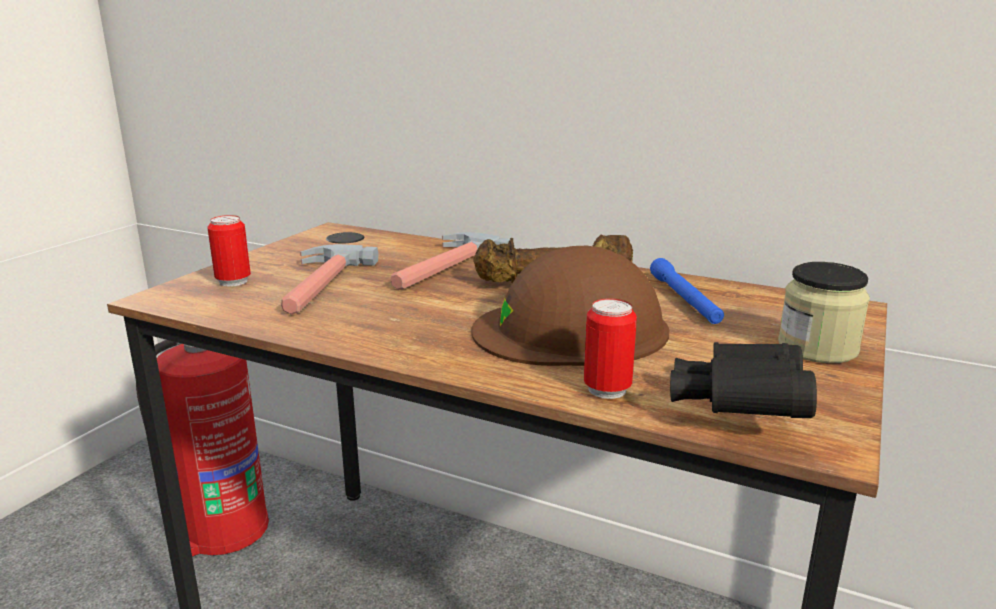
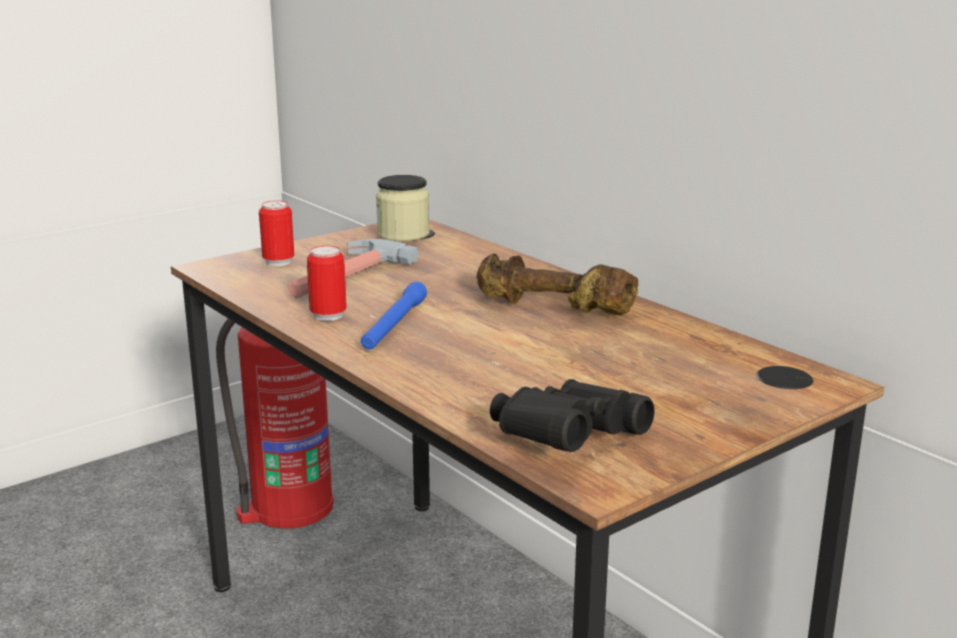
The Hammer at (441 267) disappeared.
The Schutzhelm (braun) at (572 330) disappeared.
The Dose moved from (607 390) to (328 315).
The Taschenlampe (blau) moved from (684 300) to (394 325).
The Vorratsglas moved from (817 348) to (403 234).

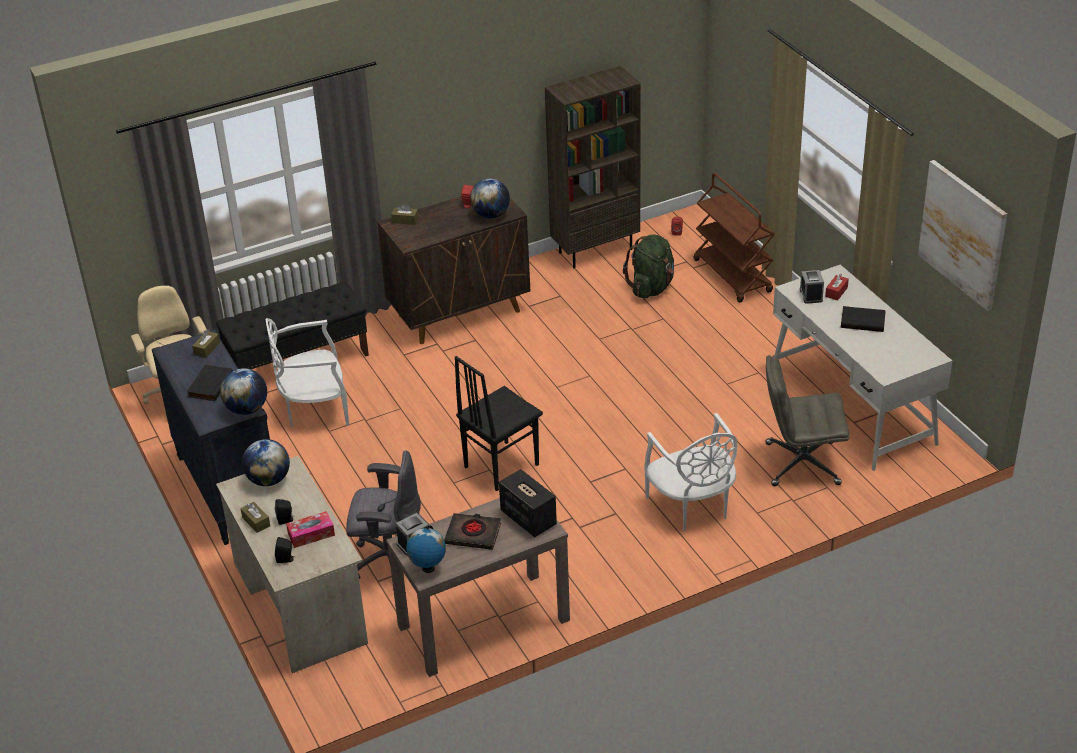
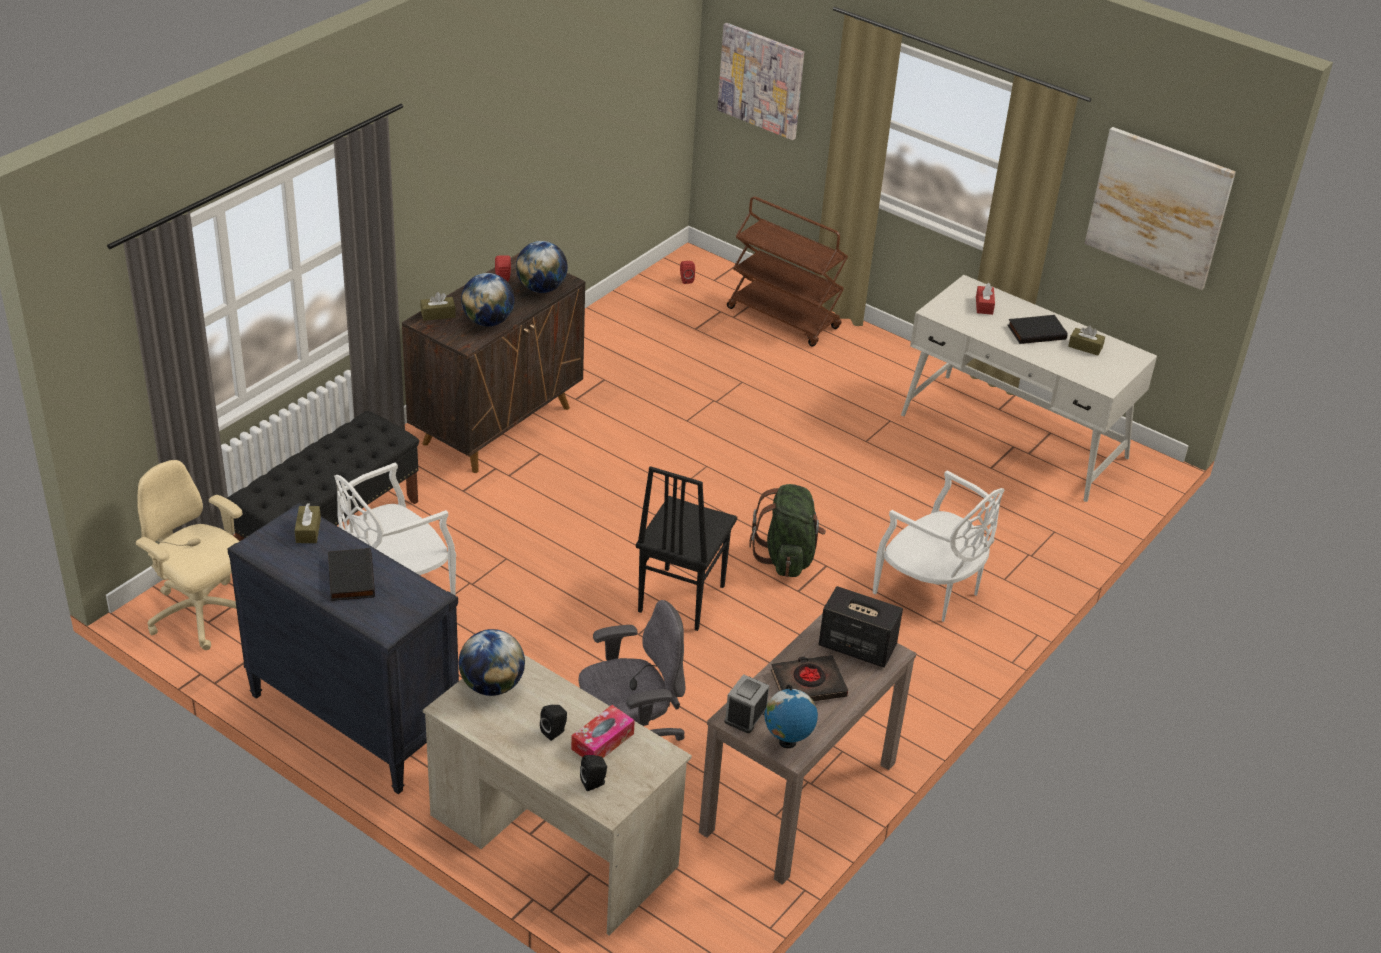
The Bücherregal (braun) at (595 250) disappeared.
The Bürostuhl (grau) at (801 464) disappeared.
The Wecker at (811 295) disappeared.
The Bild at (761 80) appeared.
The Globus moved from (247 409) to (488 321).
The Taschentuchbox (braun) moved from (256 522) to (1085 347).
The Rucksack (grün) moved from (651 288) to (787 557).

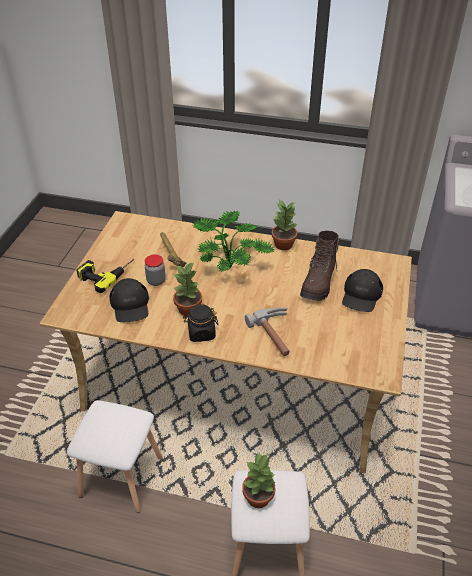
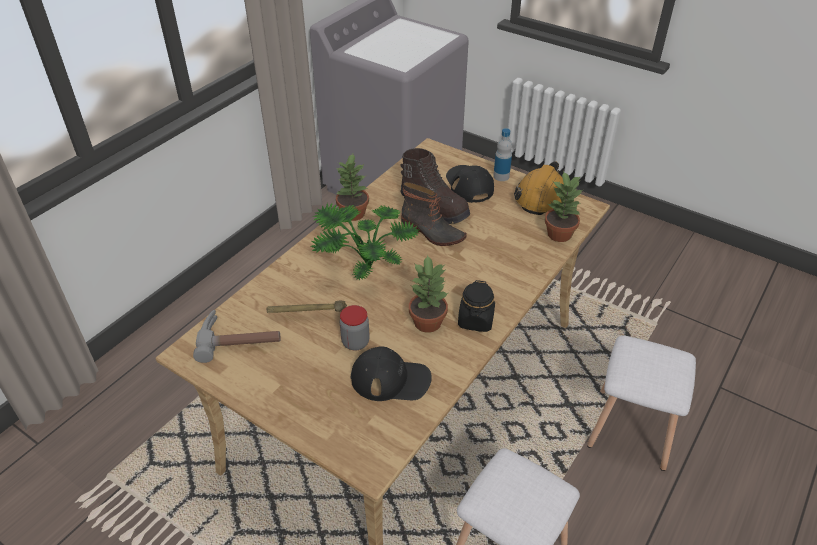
The Bohrmaschine at (106 273) disappeared.
The Stiefel at (432 233) appeared.
The Flasche at (501 176) appeared.
The Schutzhelm (orange) at (541 197) appeared.
The Topfpflanze moved from (259 497) to (559 234).
The Hammer moved from (277 335) to (240 338).
The Kappe (schwarz) at (361 295) turned 150 degrees counterclockwise.

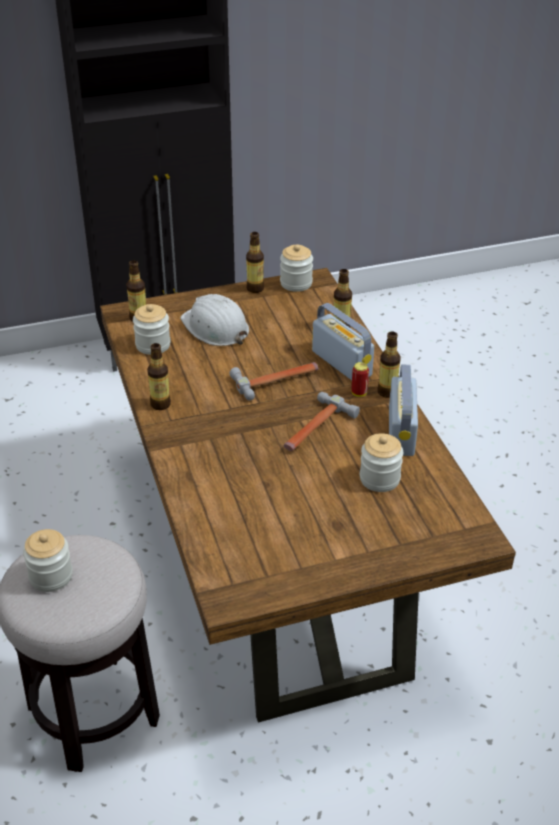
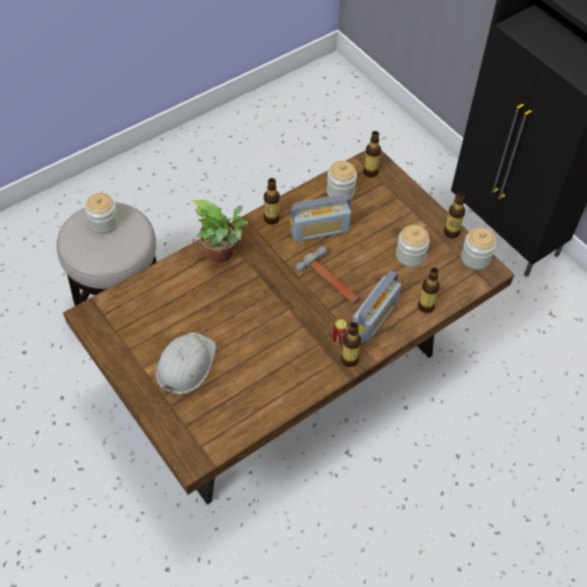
The Hammer at (315 429) disappeared.
The Topfpflanze at (223 254) appeared.
The Schutzhelm (weiß) moved from (215 327) to (185 365).
The Vorratsglas moved from (379 479) to (410 255).
The Radio moved from (401 431) to (319 230).

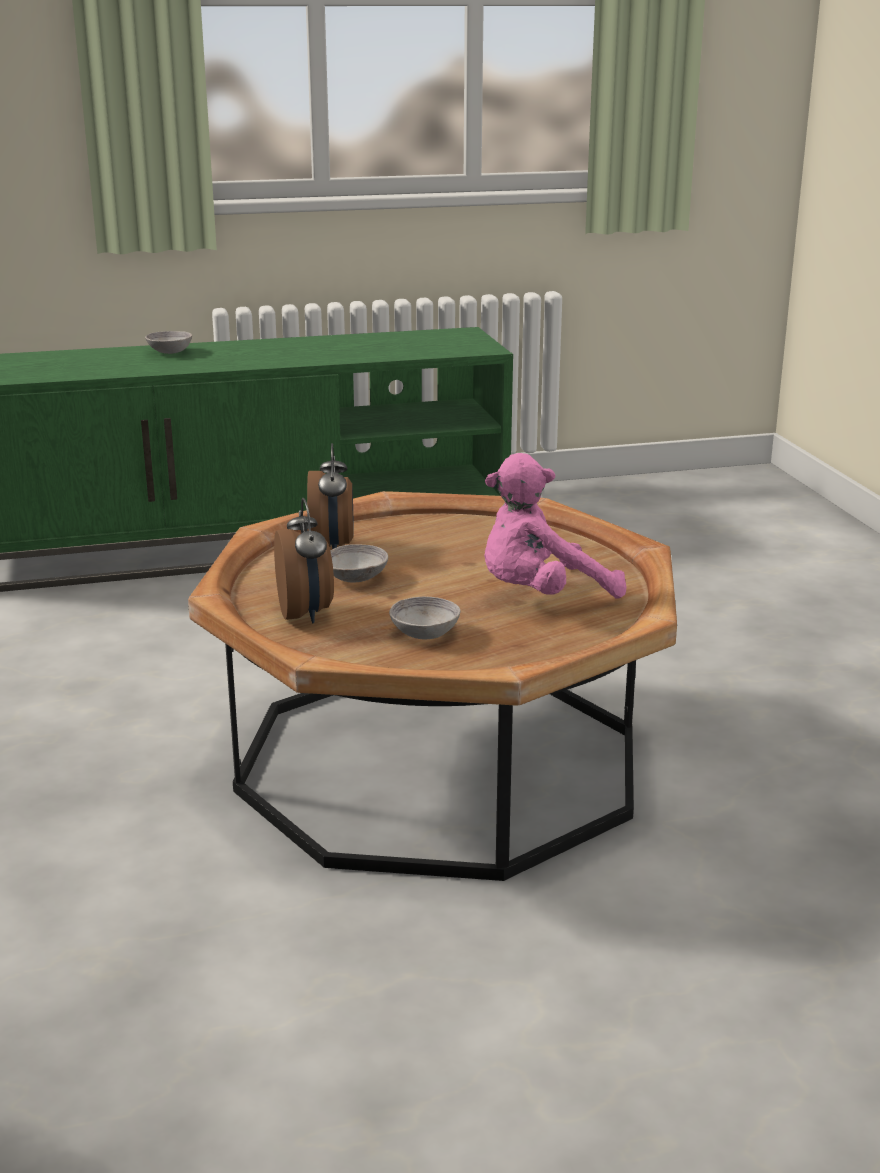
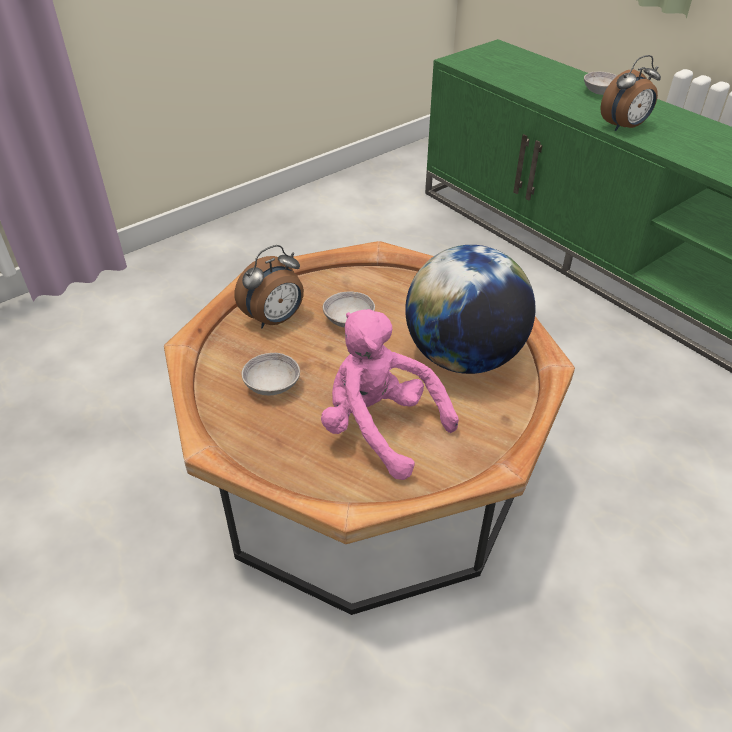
The Globus at (463 356) appeared.
The Wecker moved from (332 548) to (624 127).

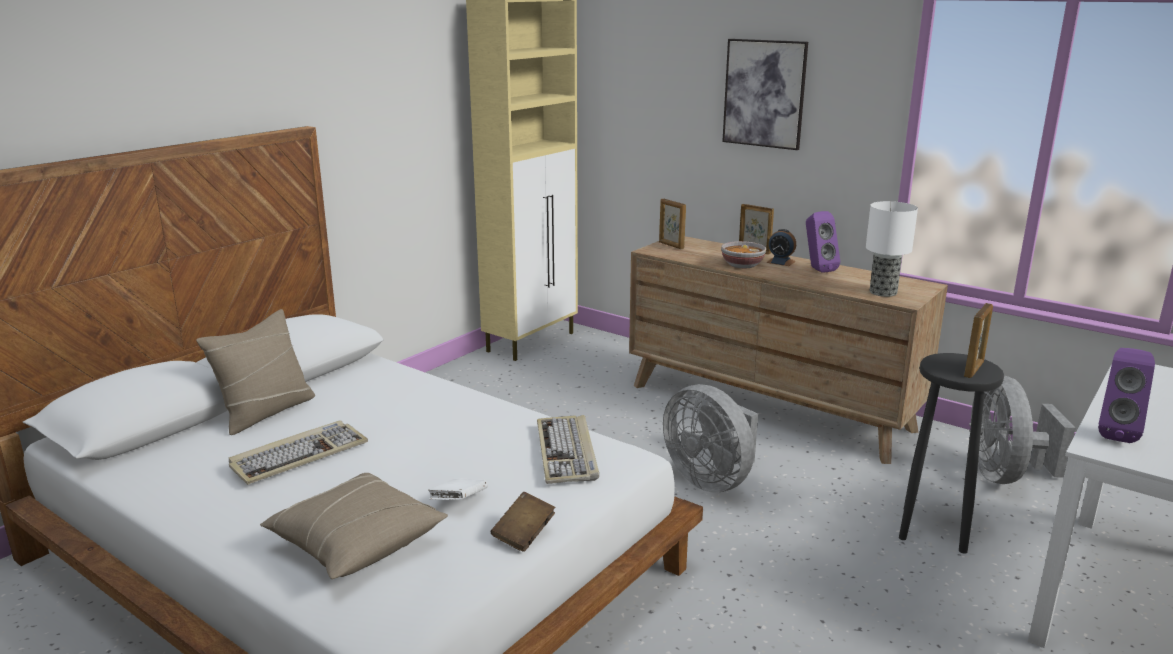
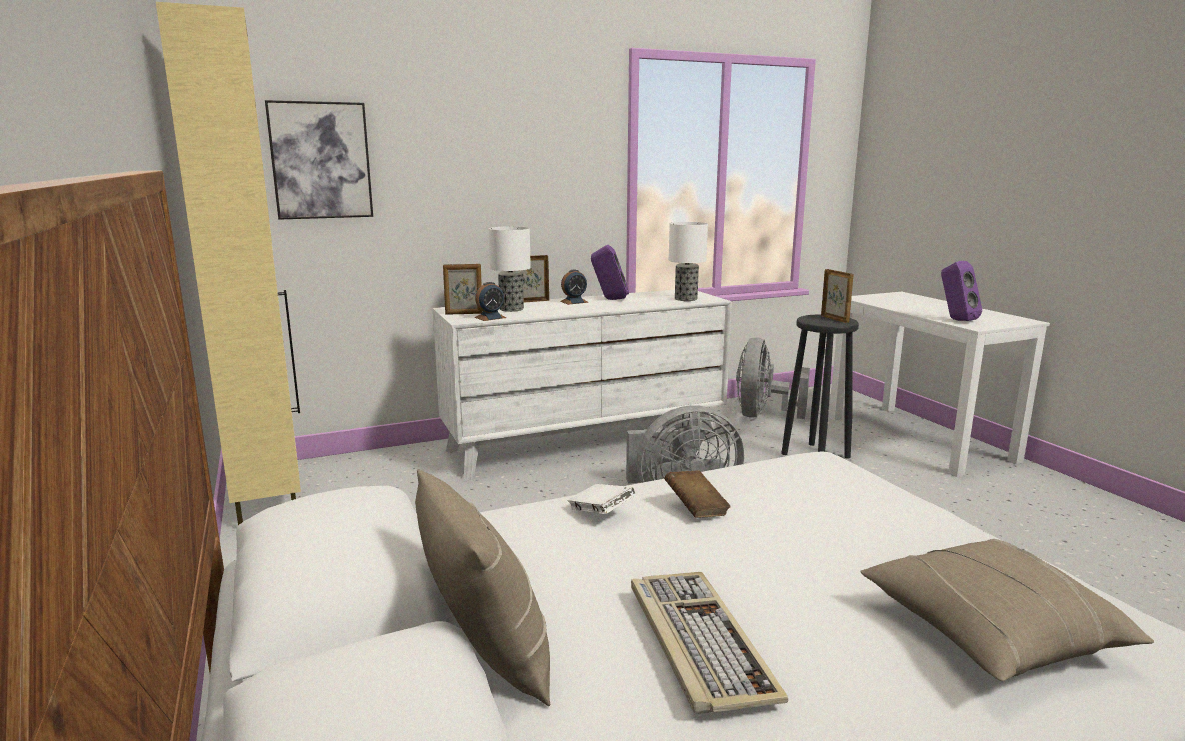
The Tastatur at (567 453) disappeared.
The Schüssel at (742 265) disappeared.
The Wecker at (490 317) appeared.
The Tischlampe at (510 309) appeared.
The Buch (weiß) moved from (459 502) to (600 513).
The Buch (braun) moved from (524 534) to (696 508).
The Bild moved from (764 93) to (321 160).
The Kommode (braun) at (769 407) became the Kommode (weiß) at (586 444).
The Ventilator (grau) at (1004 474) turned 75 degrees clockwise.

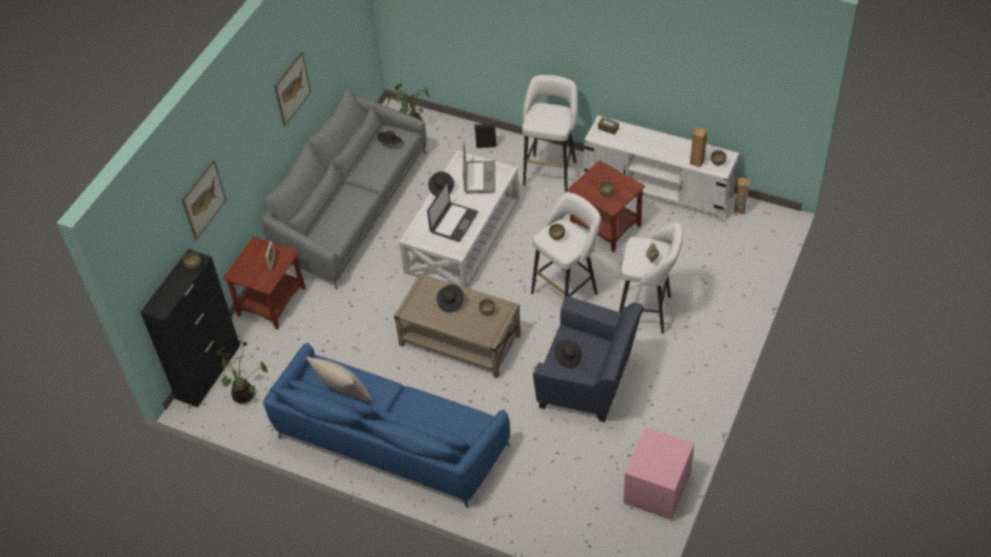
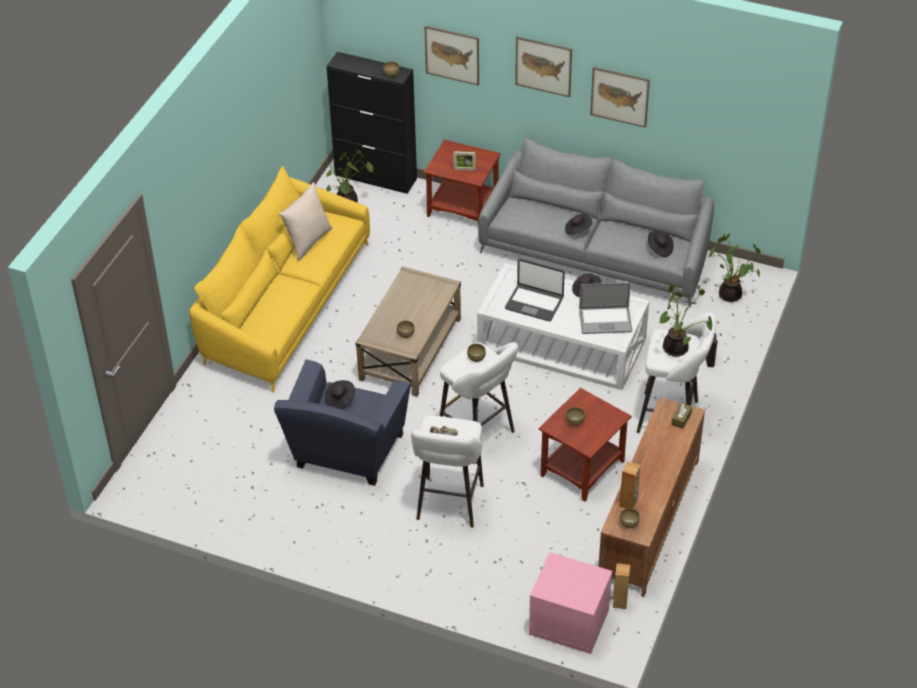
The Bild at (543 66) appeared.
The Topfpflanze at (677 349) appeared.
The Hut (schwarz) moved from (450 302) to (577 230).
The Nachttisch (rosa) moved from (657 489) to (568 623).
The Sofa (blau) at (389 442) became the Sofa (gelb) at (285 305).
The Fernsehschrank (weiß) at (658 189) became the Fernsehschrank (braun) at (649 520).

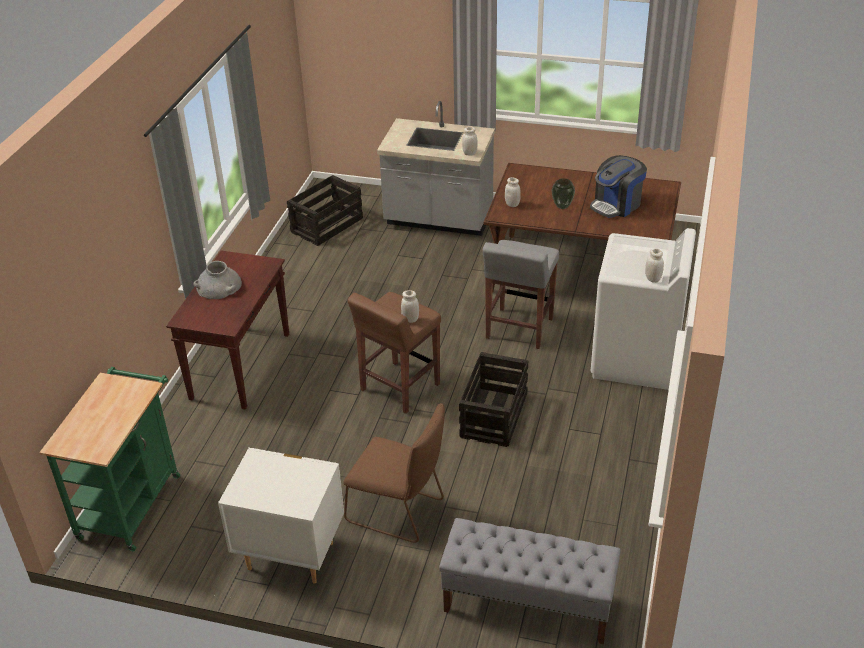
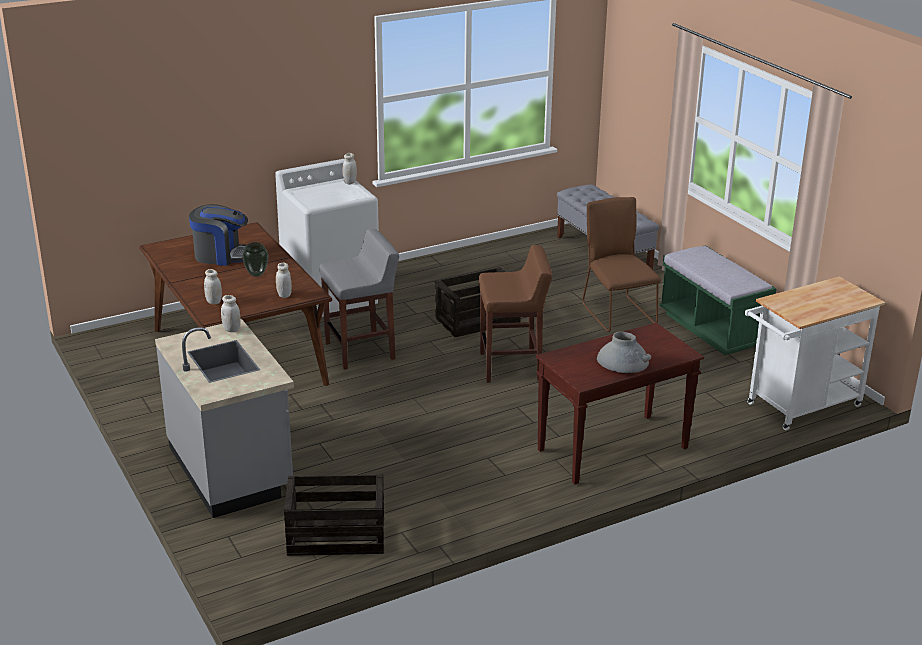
The Vorratsglas (weiß) moved from (410 319) to (214 302).
The Nachttisch (weiß) at (291 555) was replaced by the Bank (grün) at (712 329).
The Rollwagen (grün) at (132 501) became the Rollwagen (weiß) at (798 407).

